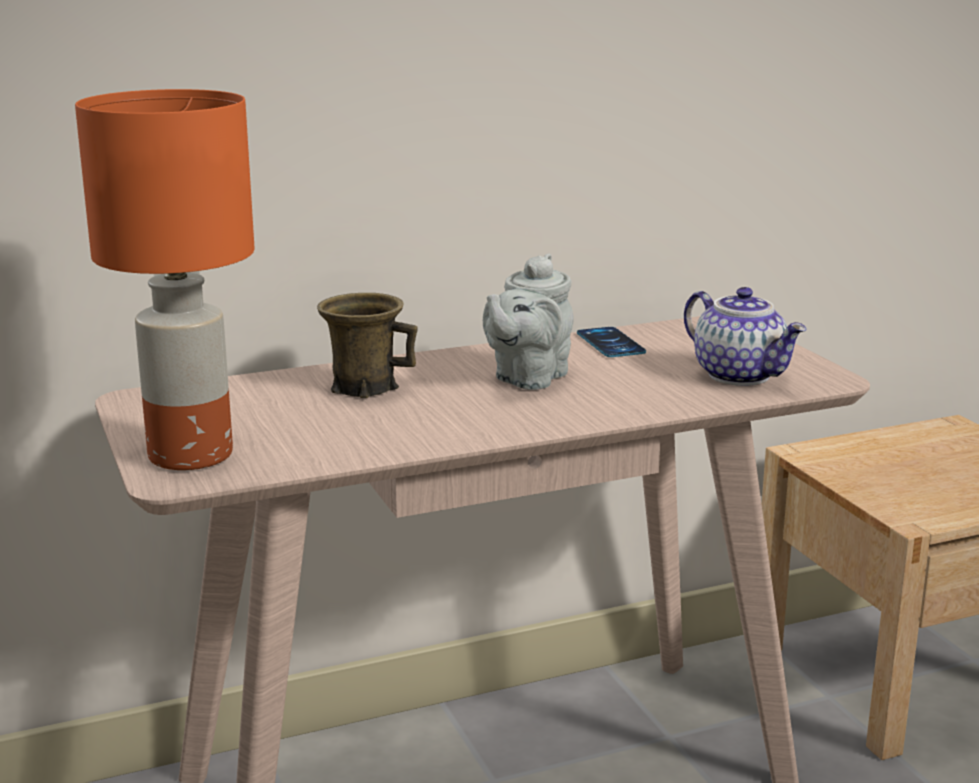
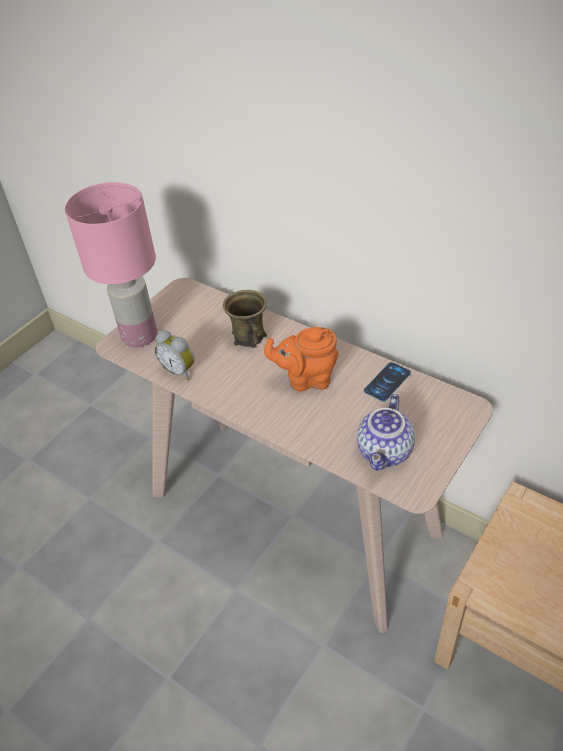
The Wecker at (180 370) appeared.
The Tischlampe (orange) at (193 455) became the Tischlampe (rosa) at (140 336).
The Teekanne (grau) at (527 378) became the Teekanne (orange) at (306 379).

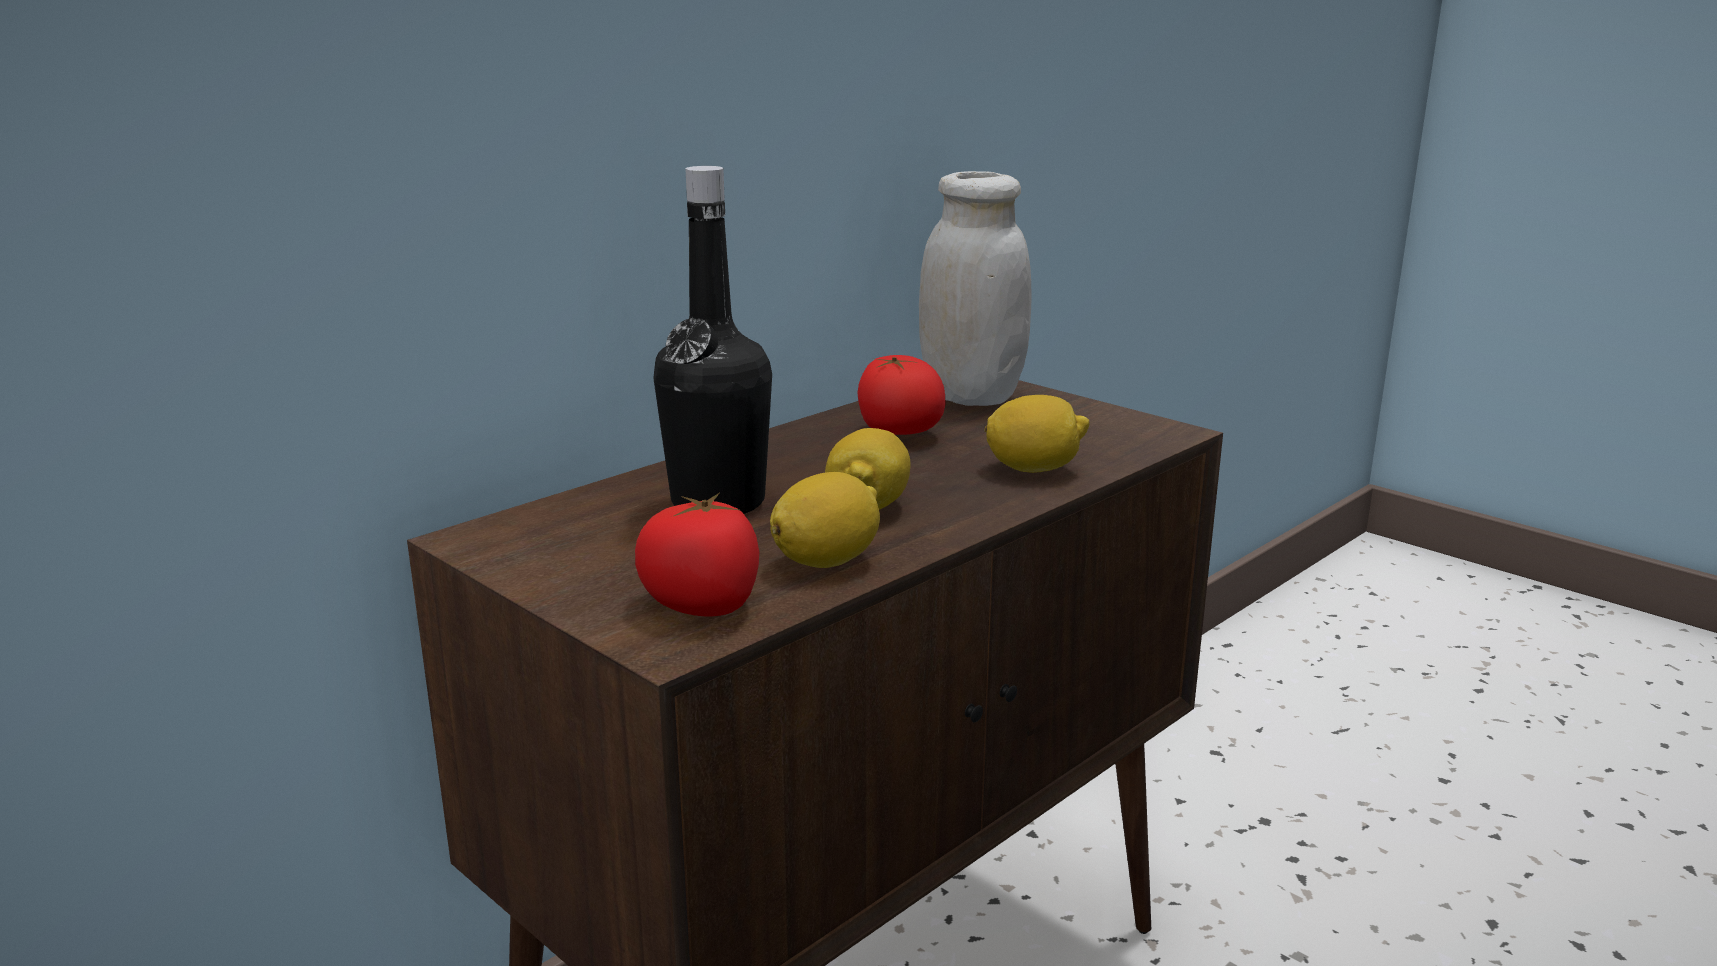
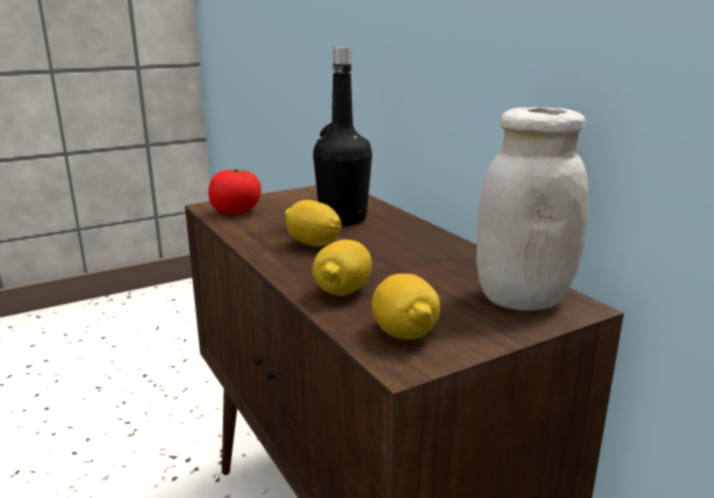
The Tomate at (899 432) disappeared.
The Zitrone moved from (827 561) to (404 333).

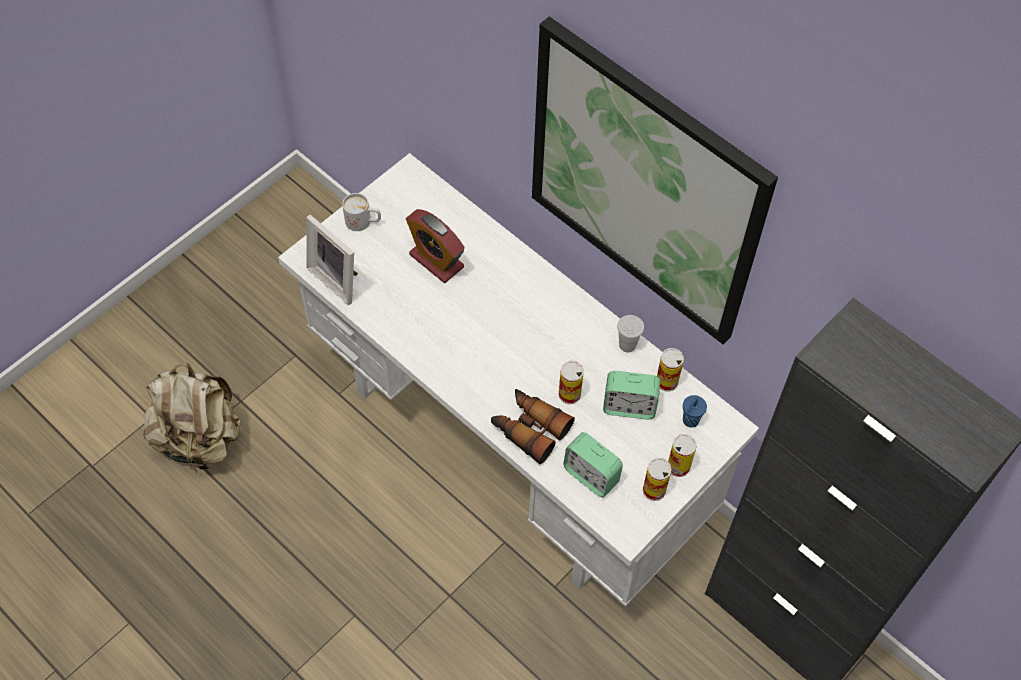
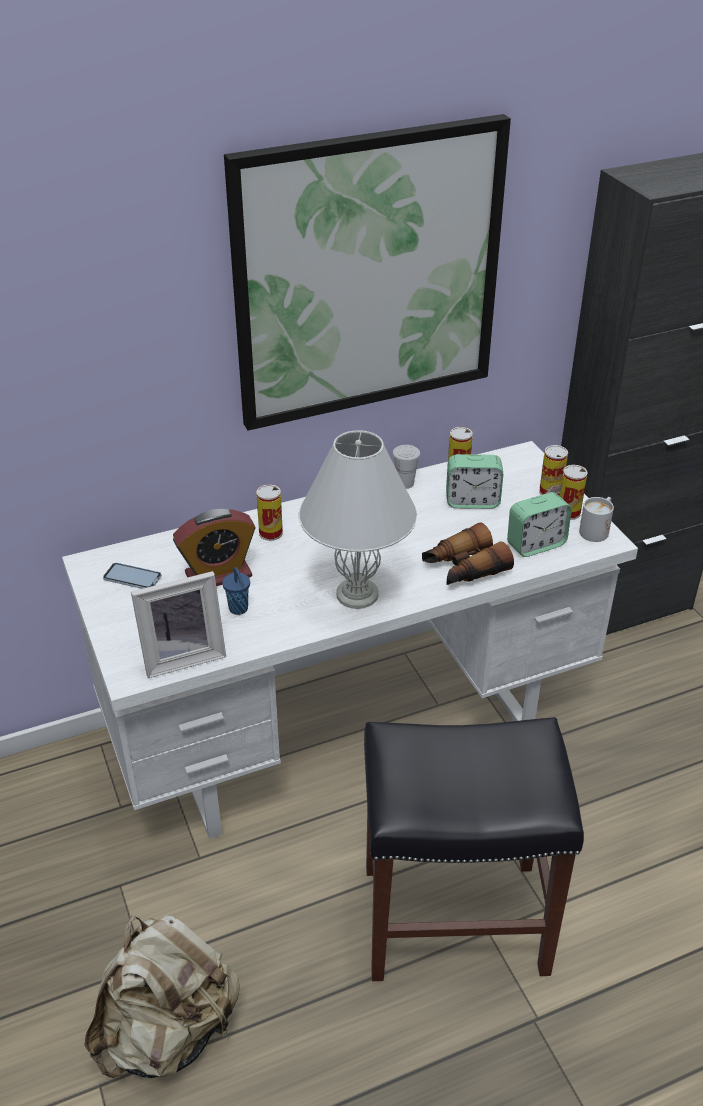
The Handy at (132 578) appeared.
The Tischlampe (weiß) at (358 594) appeared.
The Hocker (schwarz) at (451 920) appeared.
The Henkelbecher (weiß) moved from (363 222) to (597 529).
The Dose moved from (569 394) to (270 533).
The Tasse (blau) moved from (690 421) to (239 609).
The Wecker at (629 406) turned 60 degrees clockwise.

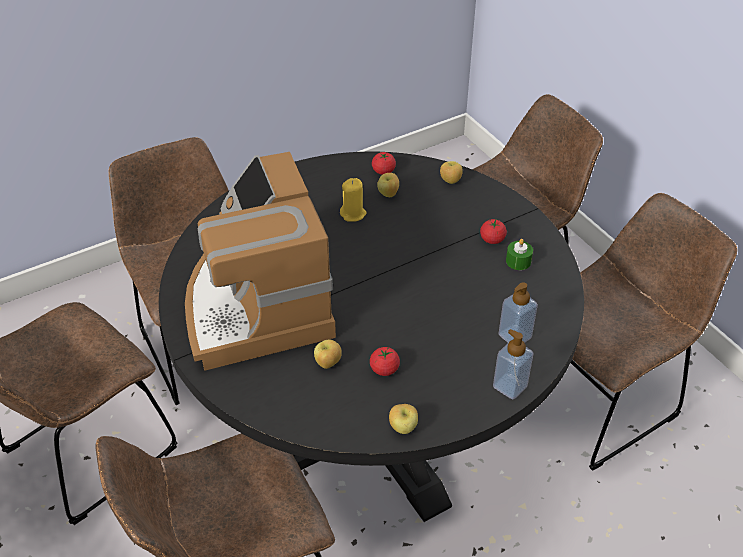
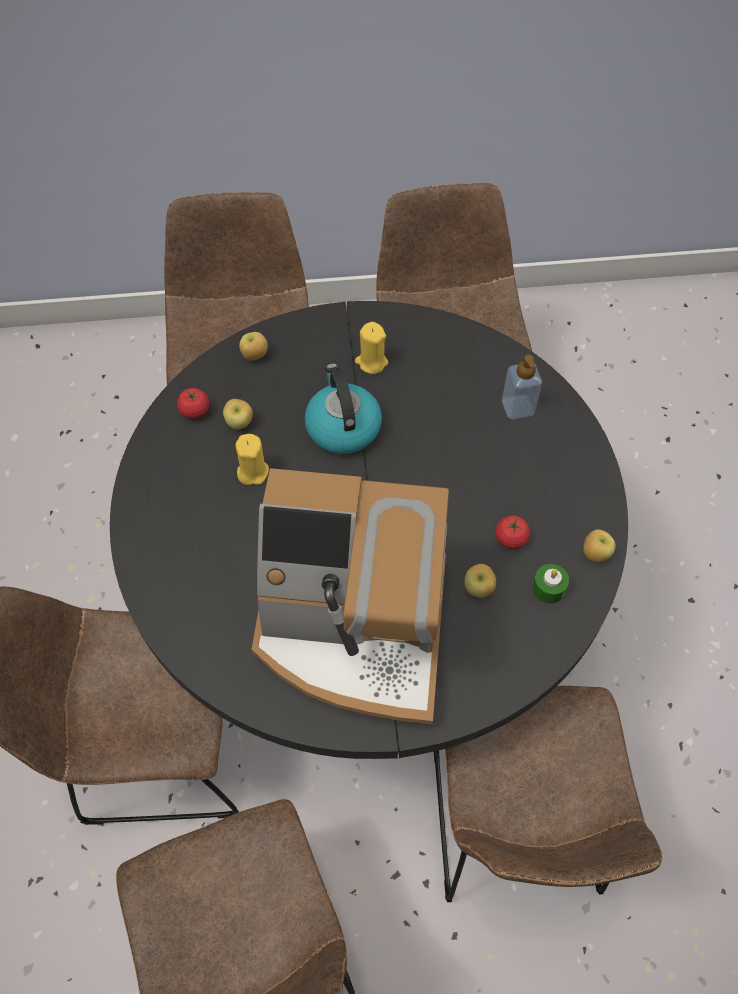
The Seifenspender at (510 386) disappeared.
The Wasserkessel at (342 427) appeared.
The Kerze (grün) moved from (518 261) to (548 588).
The Tomate at (492 239) was replaced by the Kerze (gelb) at (371 362).

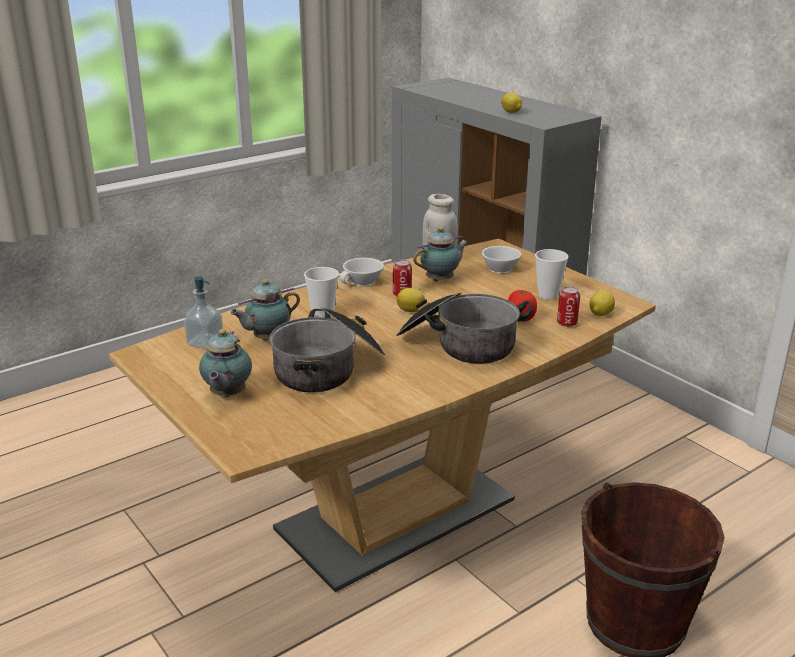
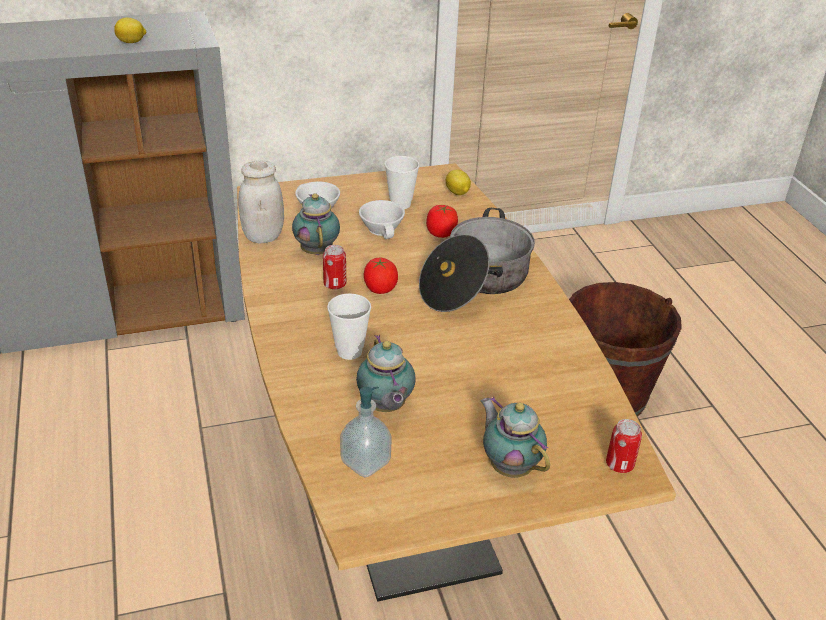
The Kochtopf at (329 369) disappeared.
The Tasse (weiß) moved from (363 282) to (383 229).
The Dose moved from (567 323) to (619 464).
The Zitrone at (411 311) was replaced by the Tomate at (380 289).
The Teekanne at (227 395) turned 150 degrees counterclockwise.

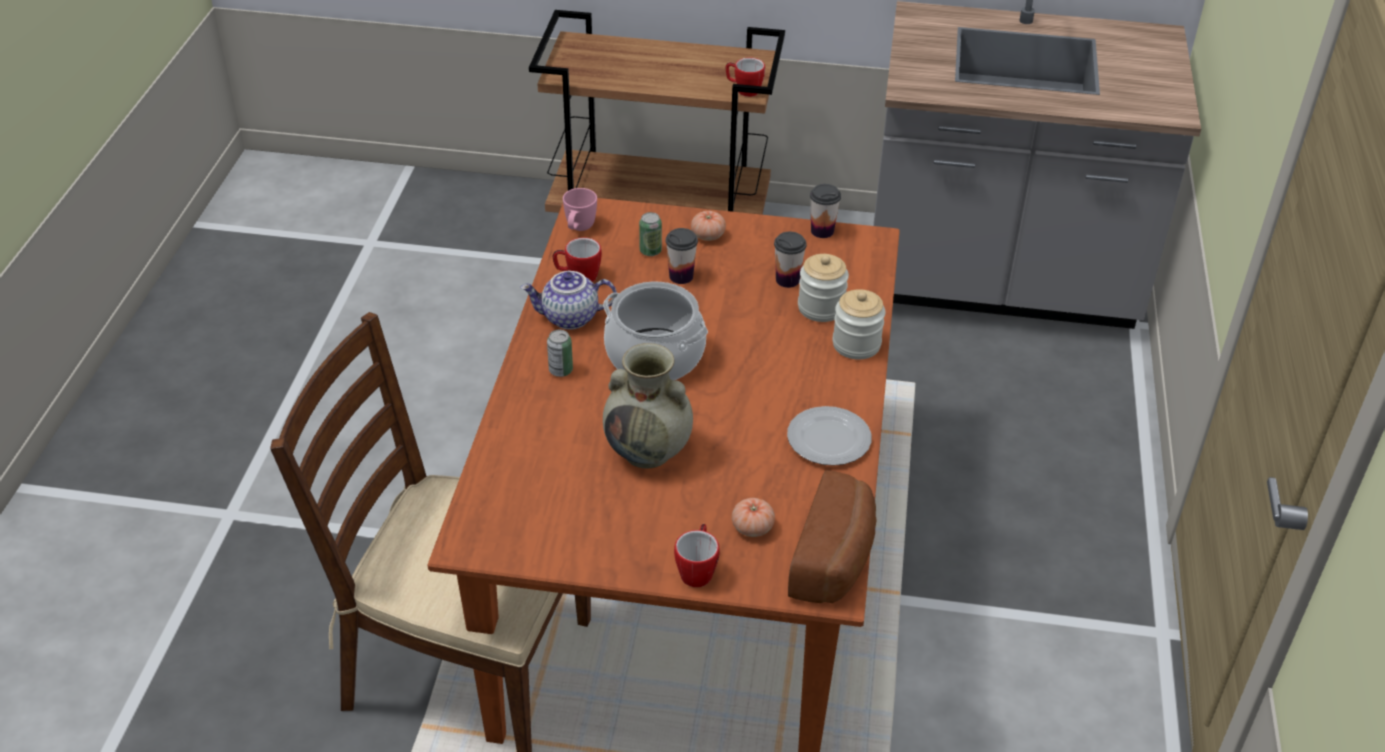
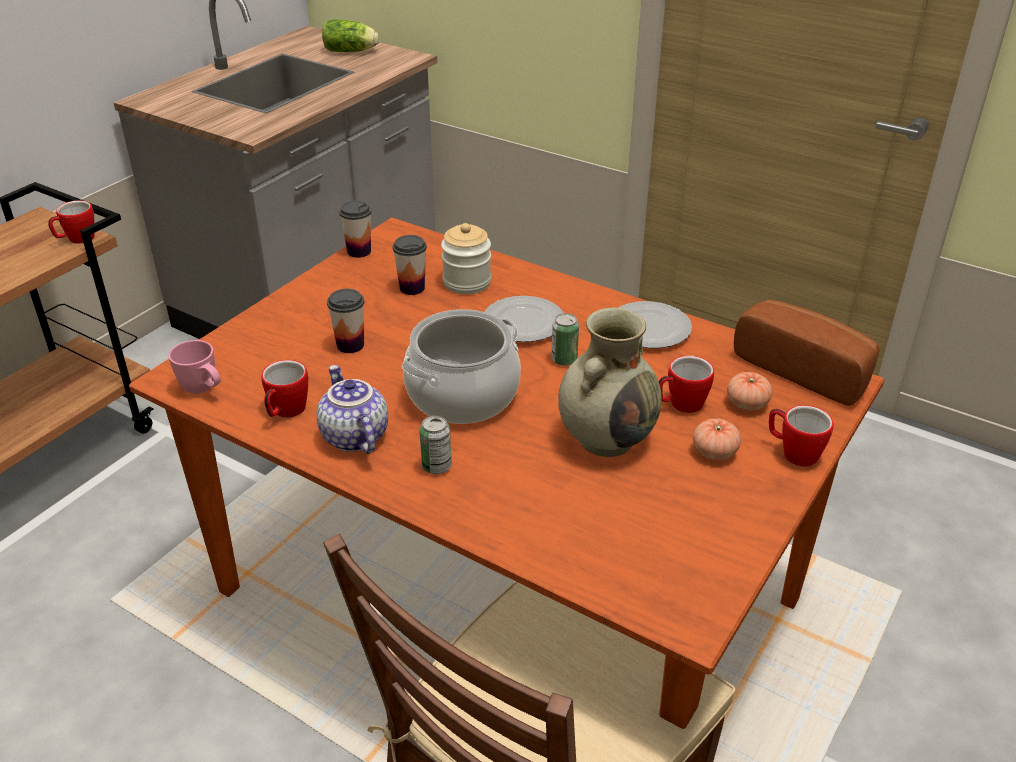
The Vorratsglas at (856 344) disappeared.
The Salatkopf at (352 51) appeared.
The Teller at (522 323) appeared.
The Henkelbecher at (680 405) appeared.
The Dose moved from (650 251) to (564 360).
The Tomate moved from (708 235) to (714 451).
The Teekanne at (569 318) turned 135 degrees clockwise.

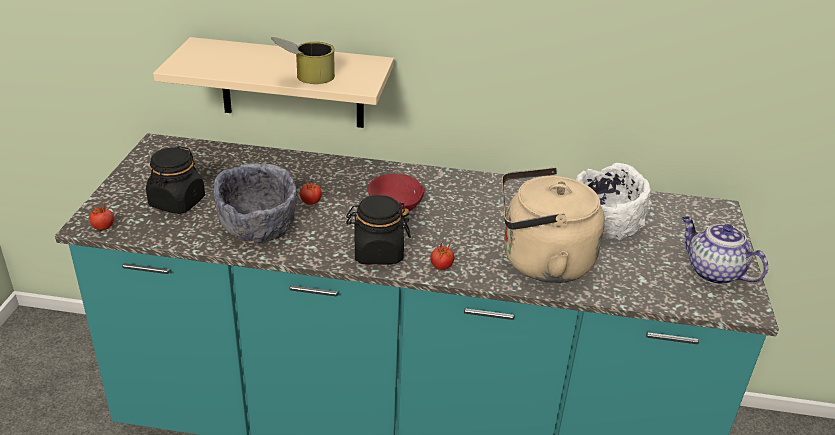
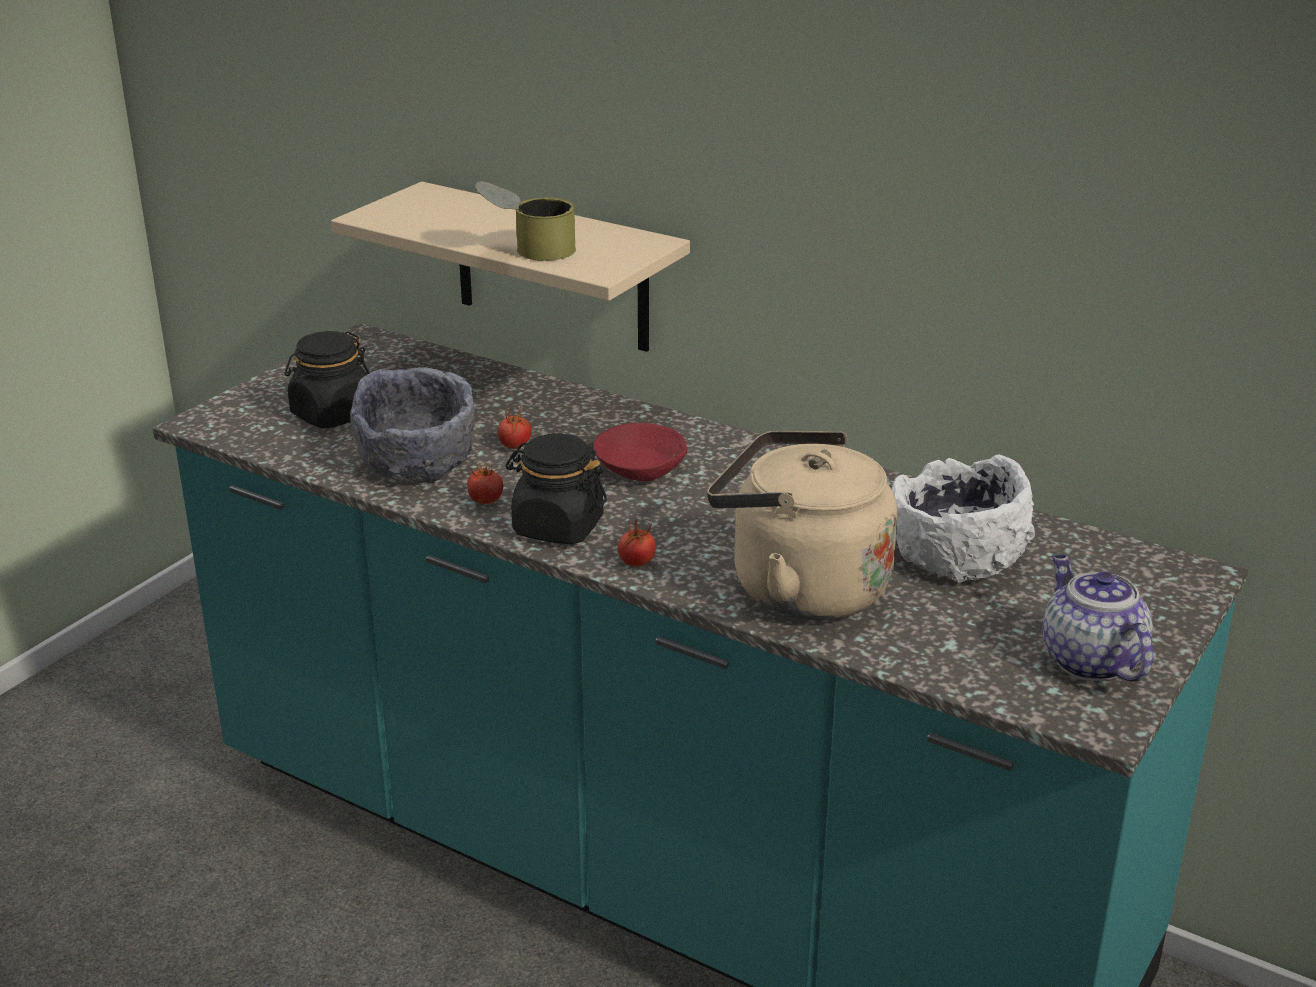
The Tomate moved from (103 227) to (486 500).

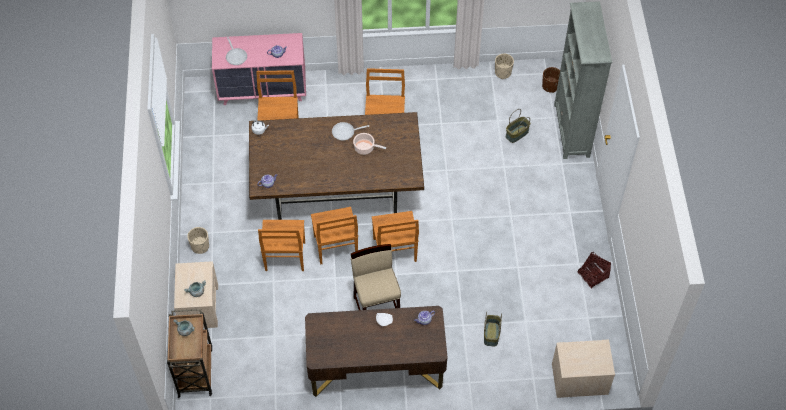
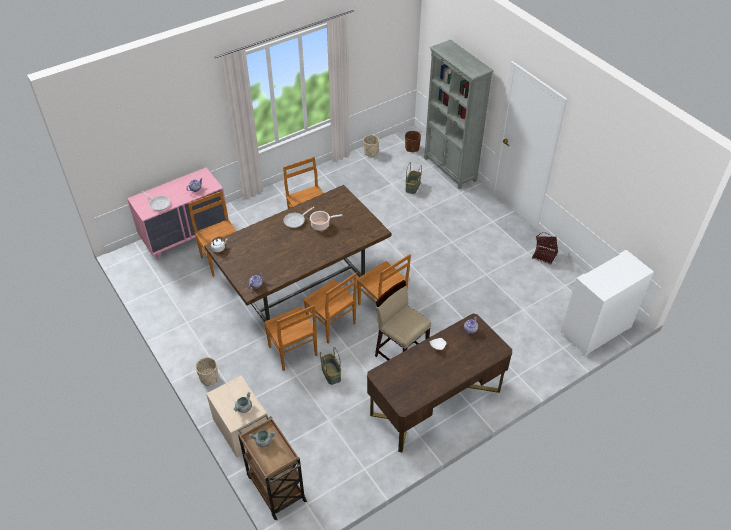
The Korb moved from (491 334) to (331 373).
The Nachttisch (beige) at (579 378) was replaced by the Schrank (weiß) at (596 331).

